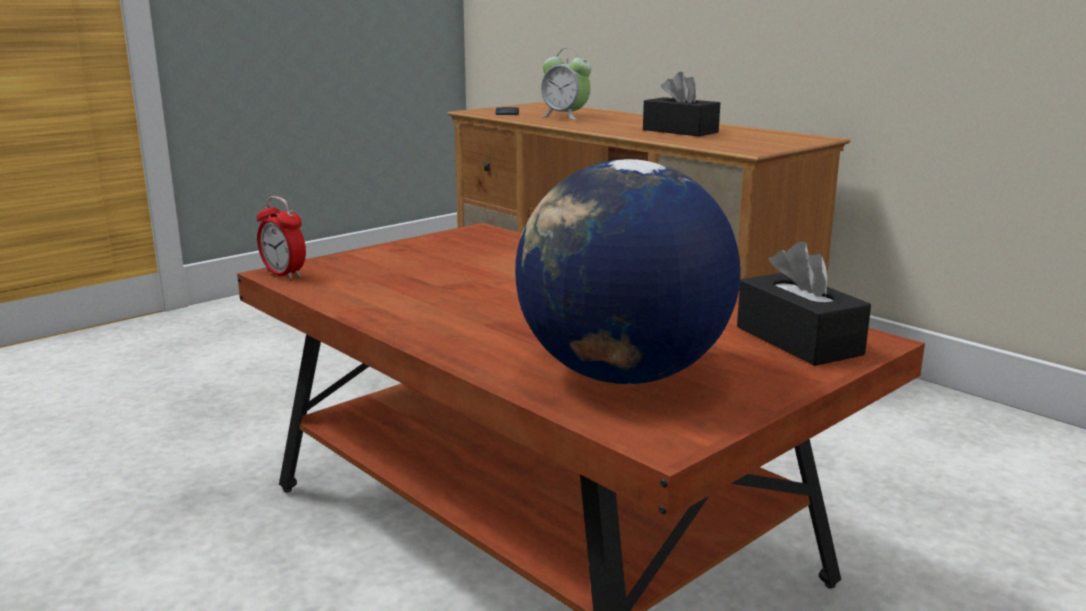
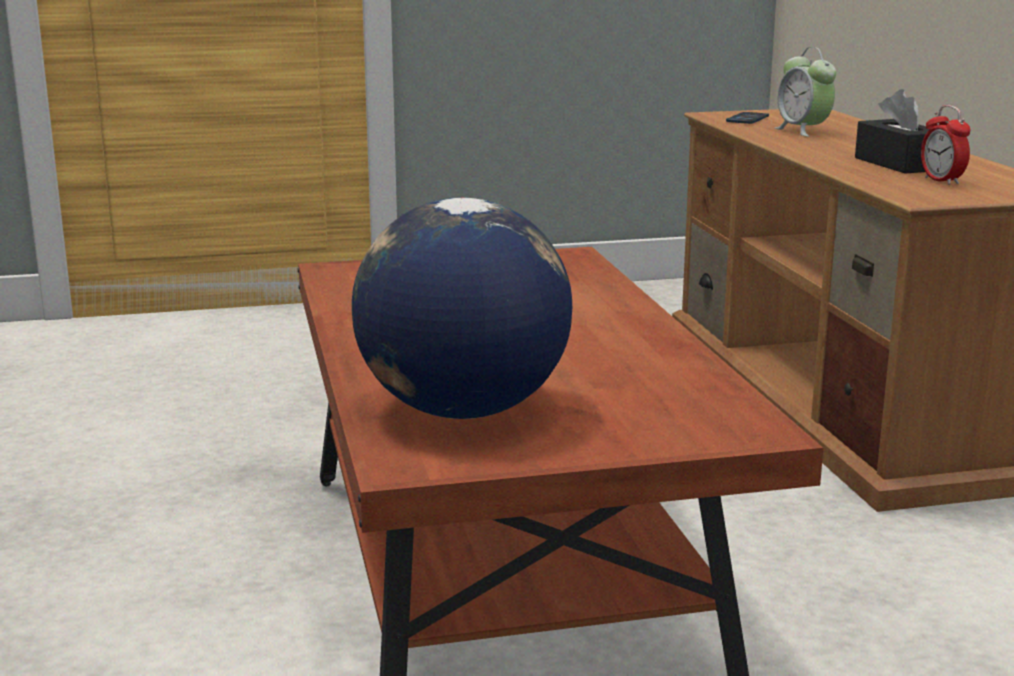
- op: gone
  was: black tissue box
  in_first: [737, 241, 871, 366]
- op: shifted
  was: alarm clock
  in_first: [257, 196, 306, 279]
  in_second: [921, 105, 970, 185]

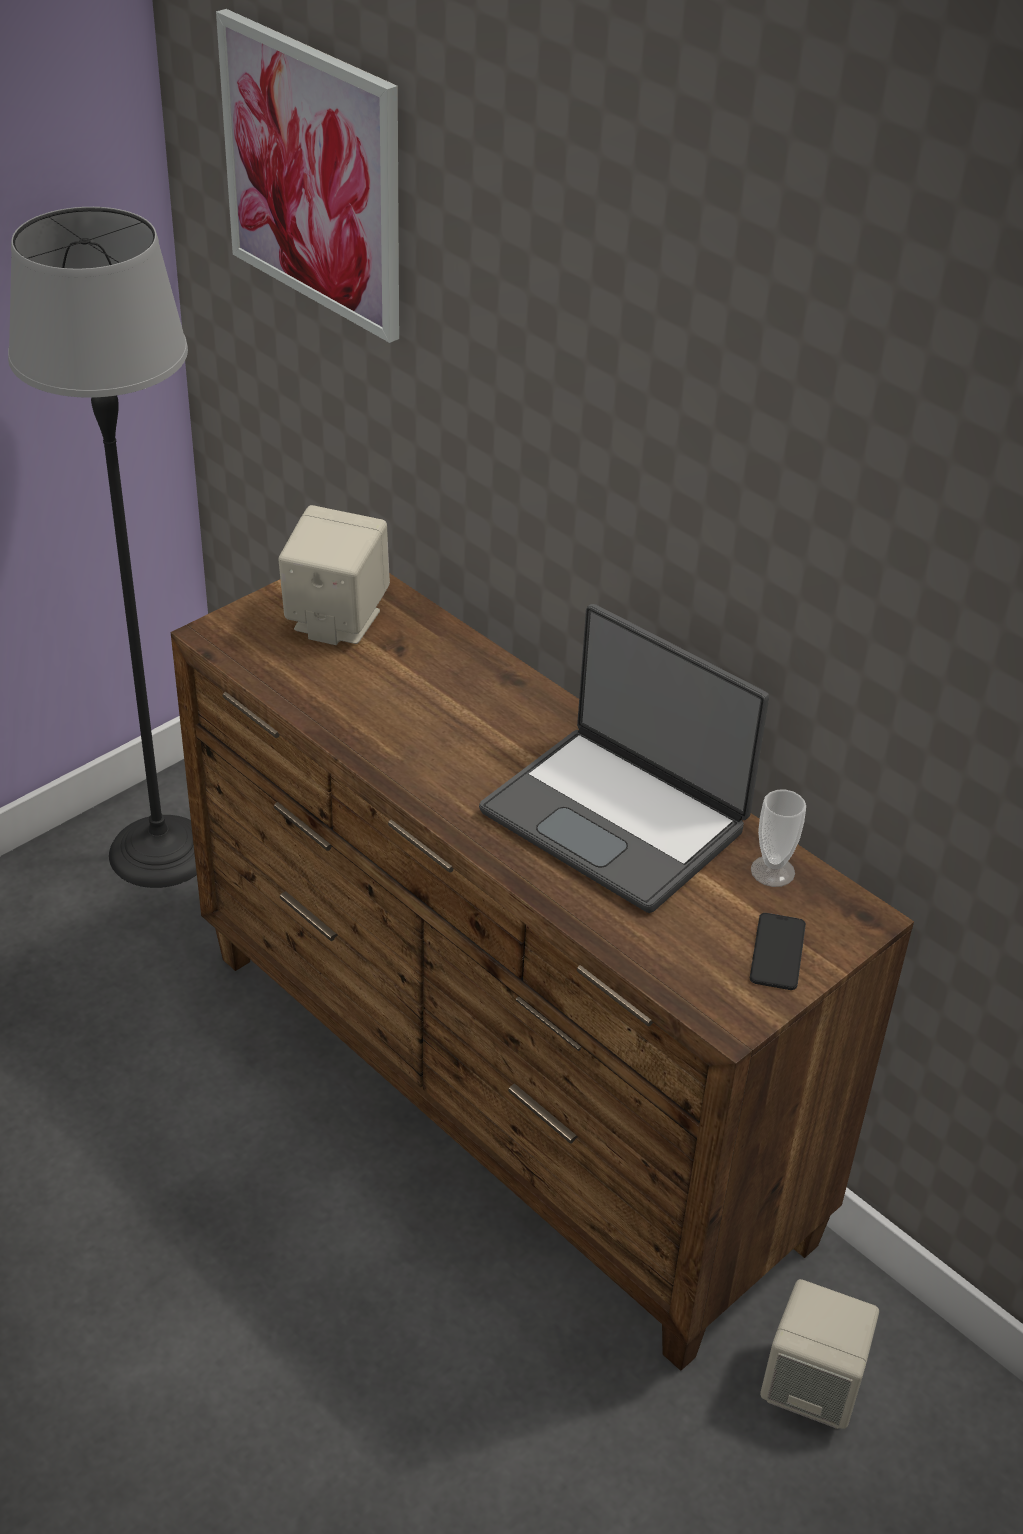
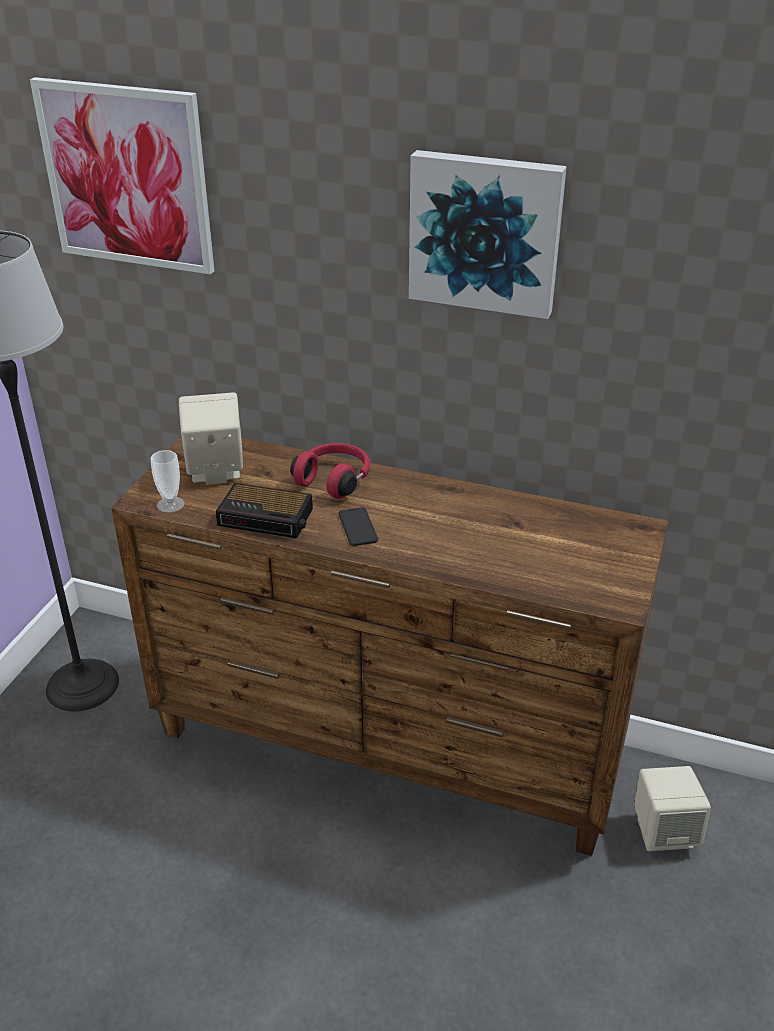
- op: gone
  was: laptop
  in_first: [479, 604, 769, 913]
- op: new
  now: alarm clock
  in_second: [216, 483, 313, 538]
- op: new
  now: red headphones
  in_second: [290, 443, 370, 499]
- op: new
  now: picture
  in_second: [409, 150, 567, 319]
- op: shifted
  was: phone
  in_first: [750, 913, 806, 990]
  in_second: [339, 507, 378, 546]
- op: shifted
  was: cup
  in_first: [751, 790, 806, 887]
  in_second: [151, 450, 185, 513]

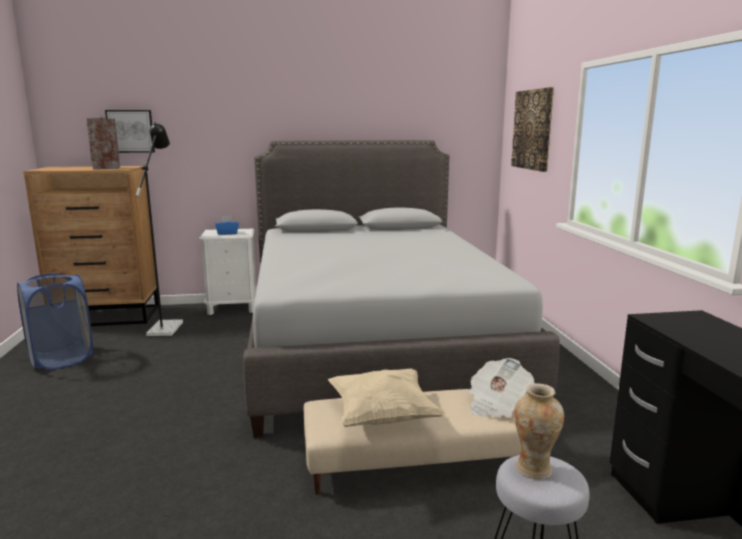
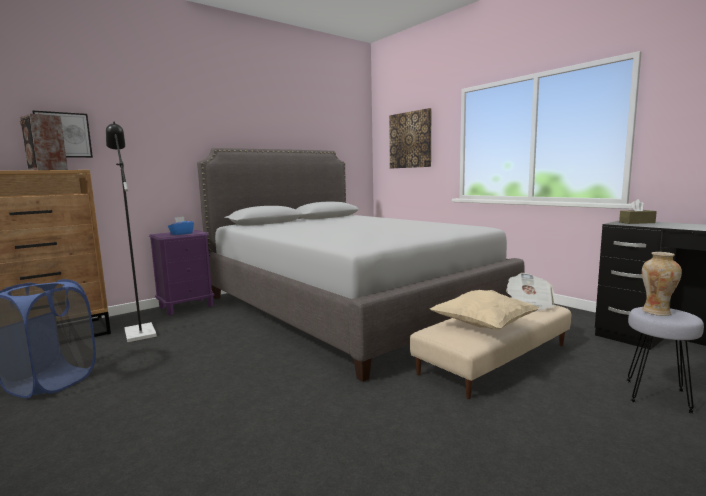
- op: new
  now: brown tissue box
  in_second: [619, 199, 657, 224]
- op: repainted
  was: white nightstand
  now: purple nightstand
  in_first: [199, 229, 256, 315]
  in_second: [149, 230, 214, 315]

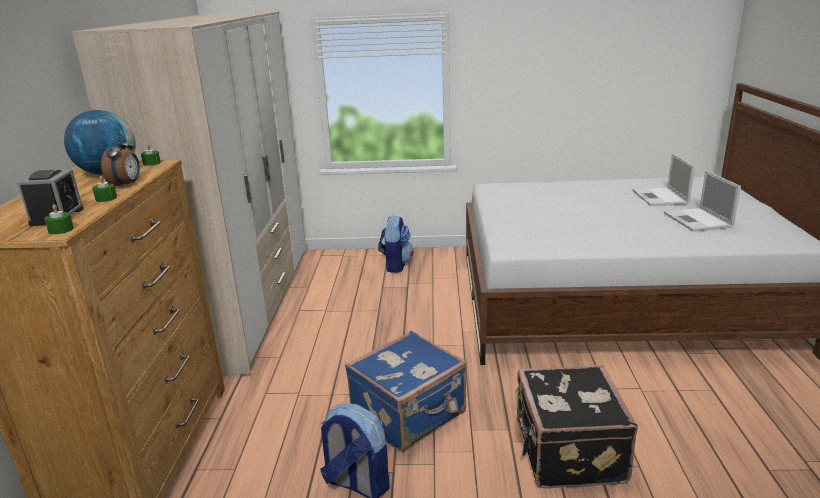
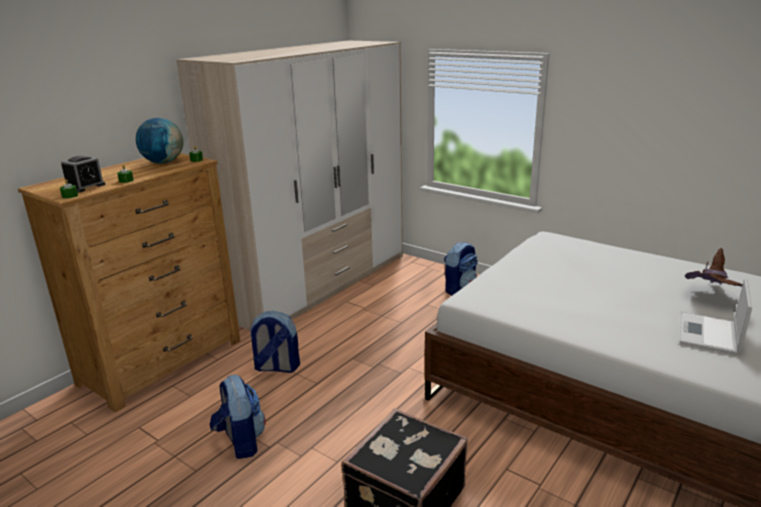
- op: gone
  was: alarm clock
  in_first: [101, 134, 140, 188]
- op: gone
  was: blue suitcase
  in_first: [345, 331, 467, 452]
- op: new
  now: backpack
  in_second: [249, 311, 300, 373]
- op: swapped
  was: laptop
  now: brown hat
  in_first: [633, 153, 695, 206]
  in_second: [685, 248, 743, 287]

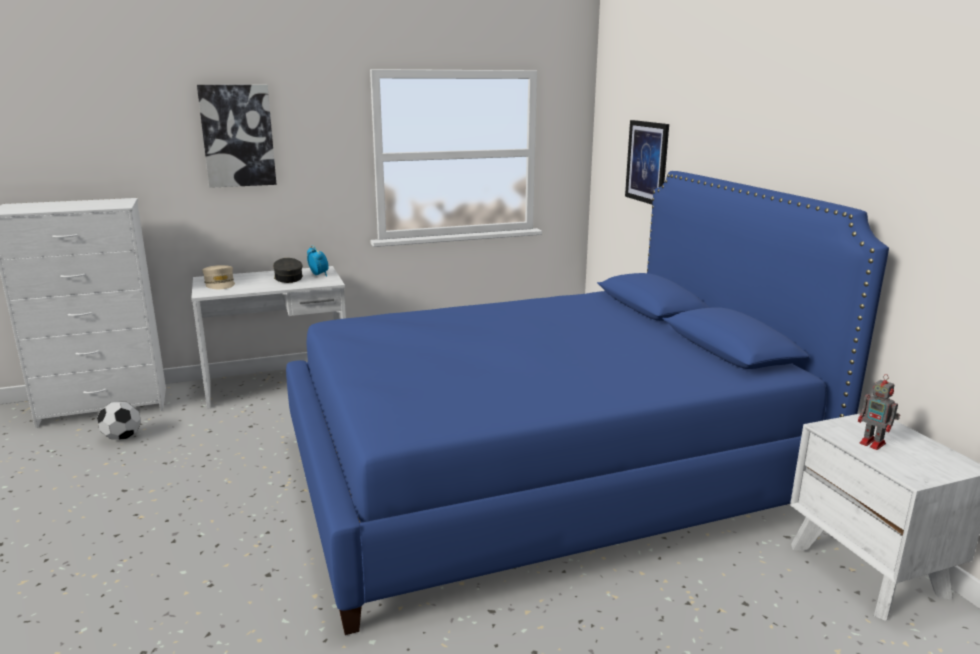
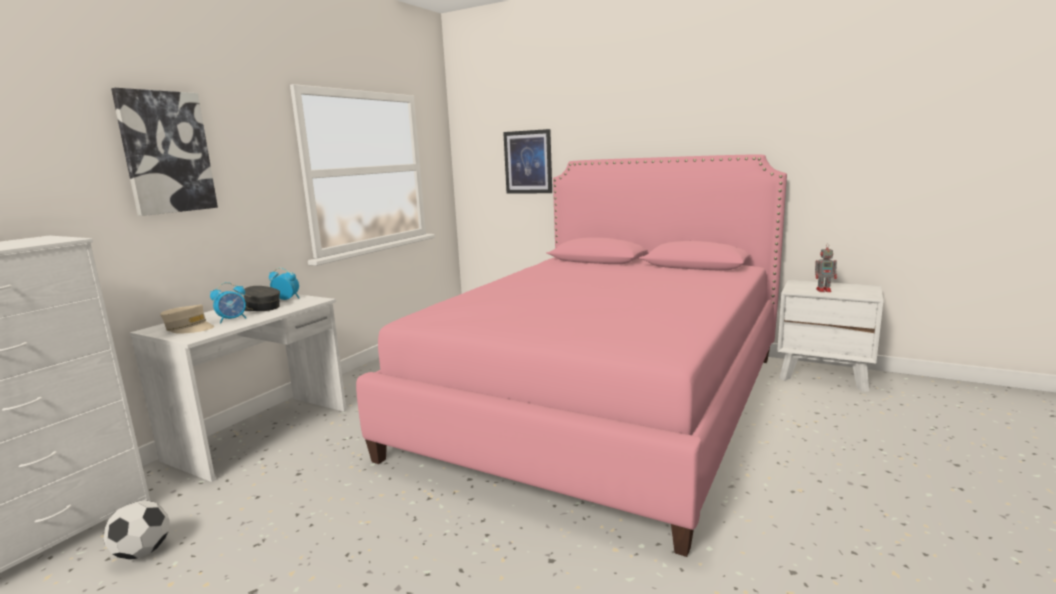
- op: new
  now: alarm clock
  in_second: [210, 282, 246, 323]
- op: repainted
  was: blue bed
  now: pink bed
  in_first: [286, 171, 889, 635]
  in_second: [356, 155, 787, 557]

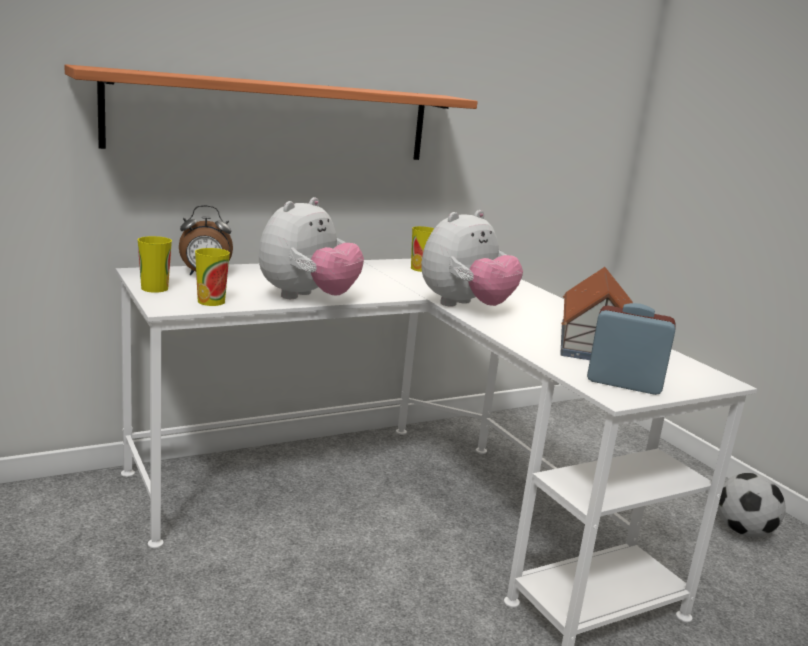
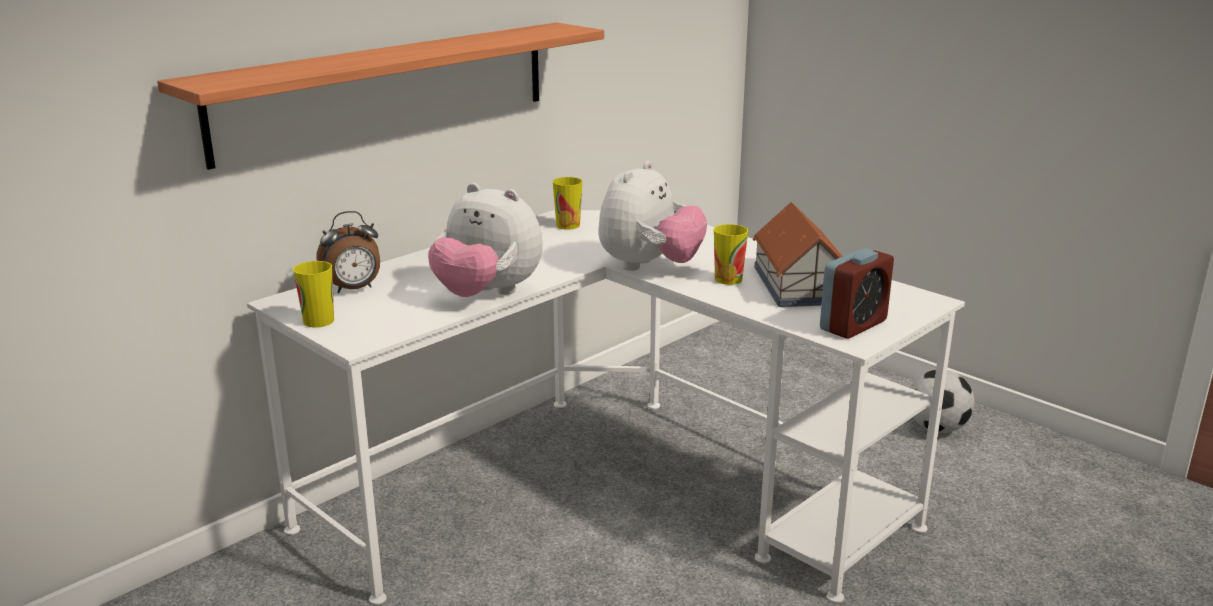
- op: shifted
  was: cup
  in_first: [195, 248, 230, 306]
  in_second: [714, 224, 748, 285]
- op: rotated
  was: plush toy
  in_first: [259, 197, 364, 299]
  in_second: [428, 183, 543, 297]
  clockwise: 105
- op: rotated
  was: alarm clock
  in_first: [587, 303, 676, 395]
  in_second: [820, 248, 894, 339]
  clockwise: 135

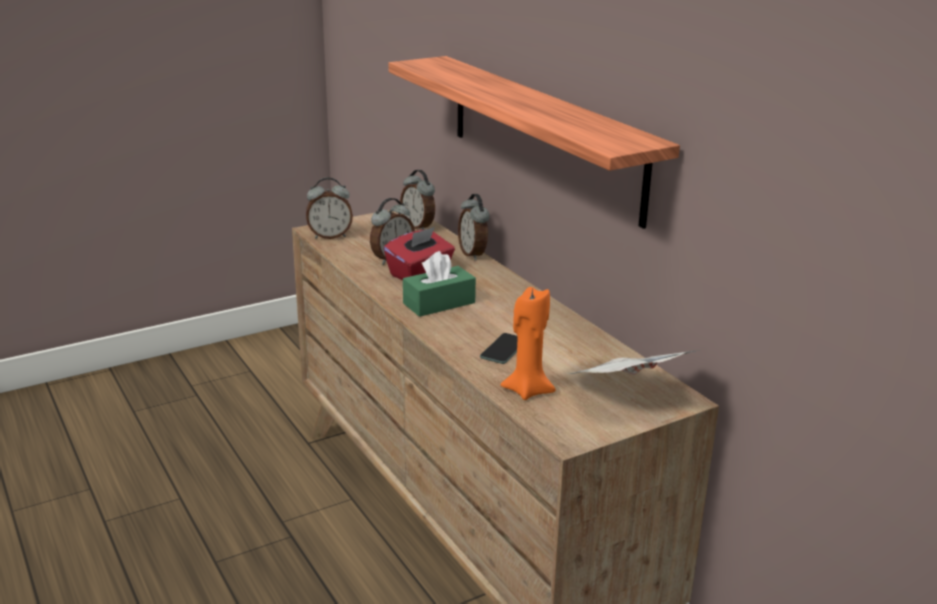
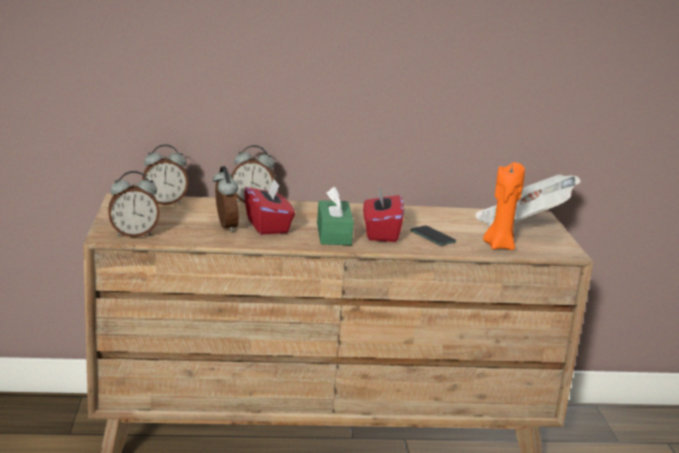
- op: gone
  was: shelf
  in_first: [388, 56, 680, 229]
- op: new
  now: red tissue box
  in_second: [363, 185, 404, 242]
- op: rotated
  was: alarm clock
  in_first: [306, 177, 353, 239]
  in_second: [108, 171, 160, 237]
  clockwise: 60

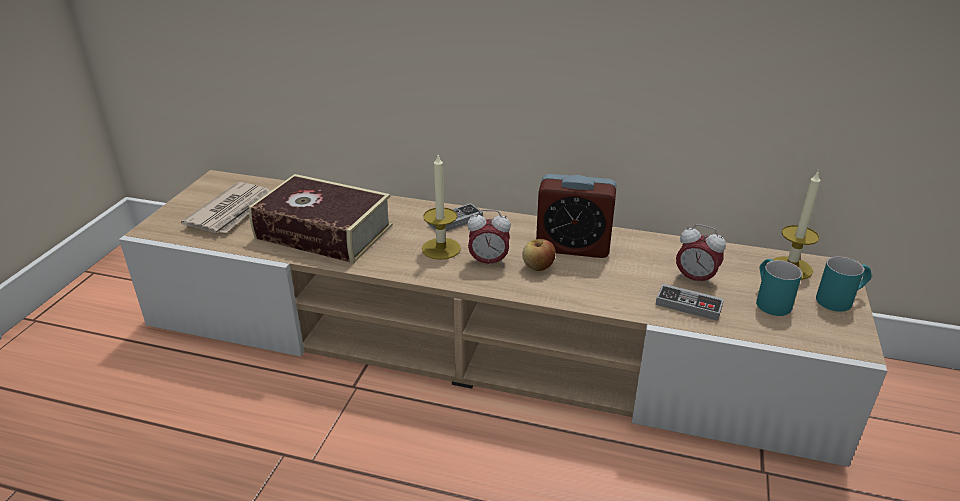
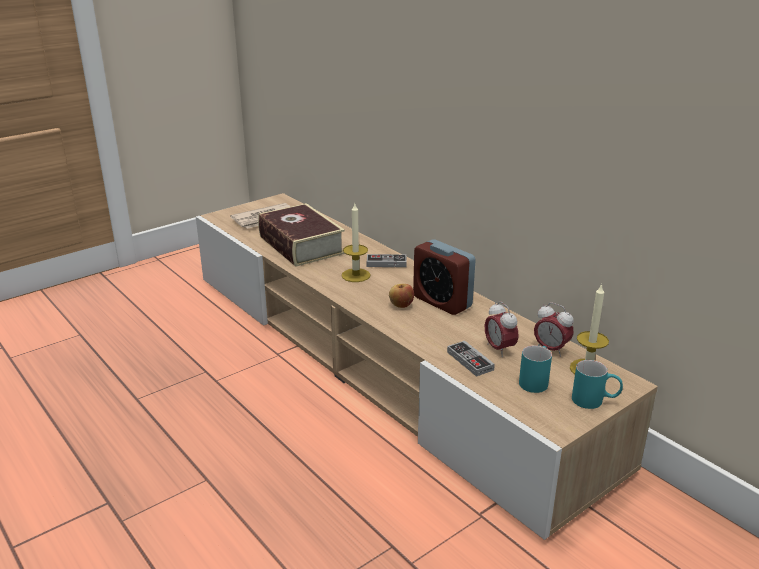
- op: shifted
  was: alarm clock
  in_first: [467, 210, 511, 267]
  in_second: [534, 303, 574, 357]

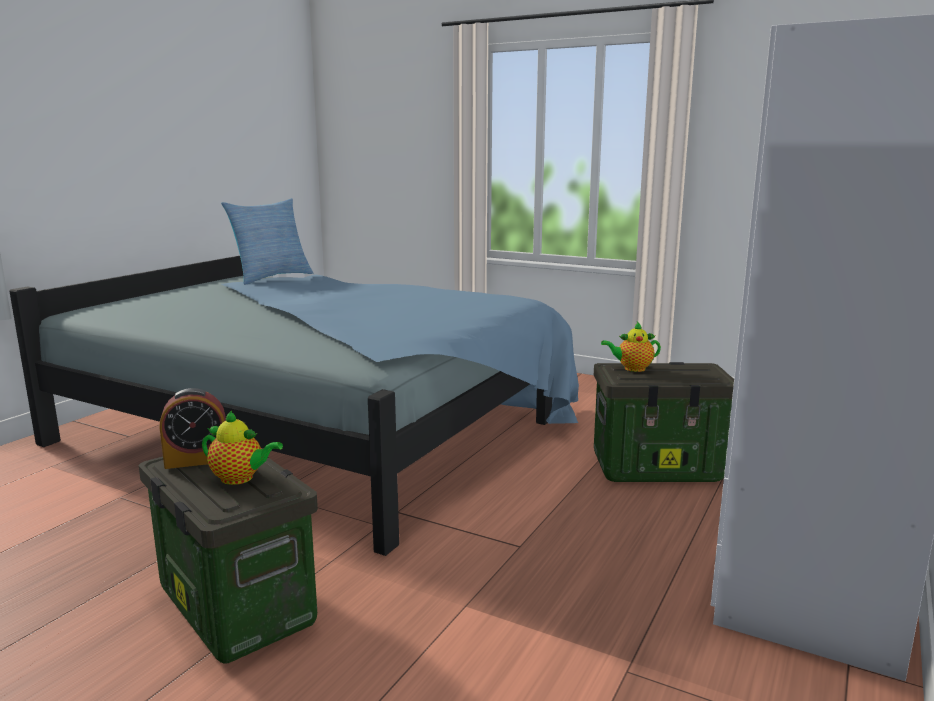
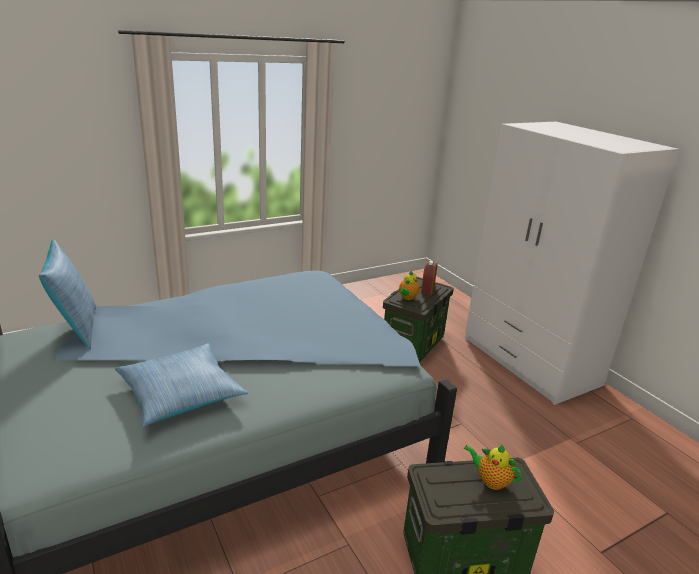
- op: new
  now: pillow
  in_second: [115, 343, 248, 427]
- op: shifted
  was: alarm clock
  in_first: [160, 388, 226, 469]
  in_second: [421, 260, 437, 296]
- op: rotated
  was: teapot
  in_first: [202, 411, 283, 485]
  in_second: [464, 444, 522, 490]
  clockwise: -105

